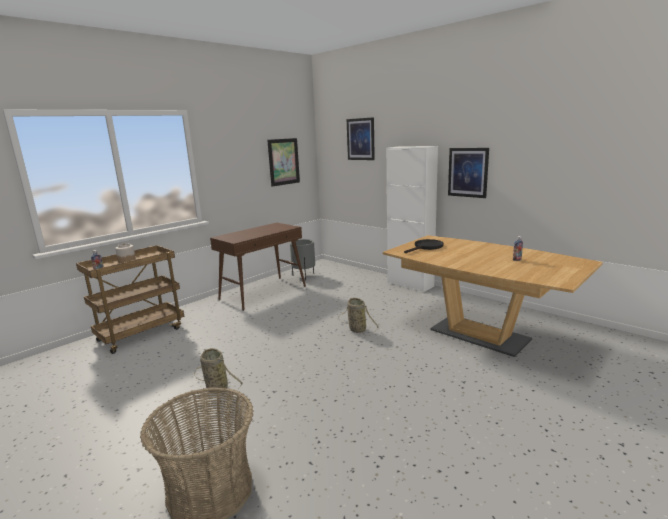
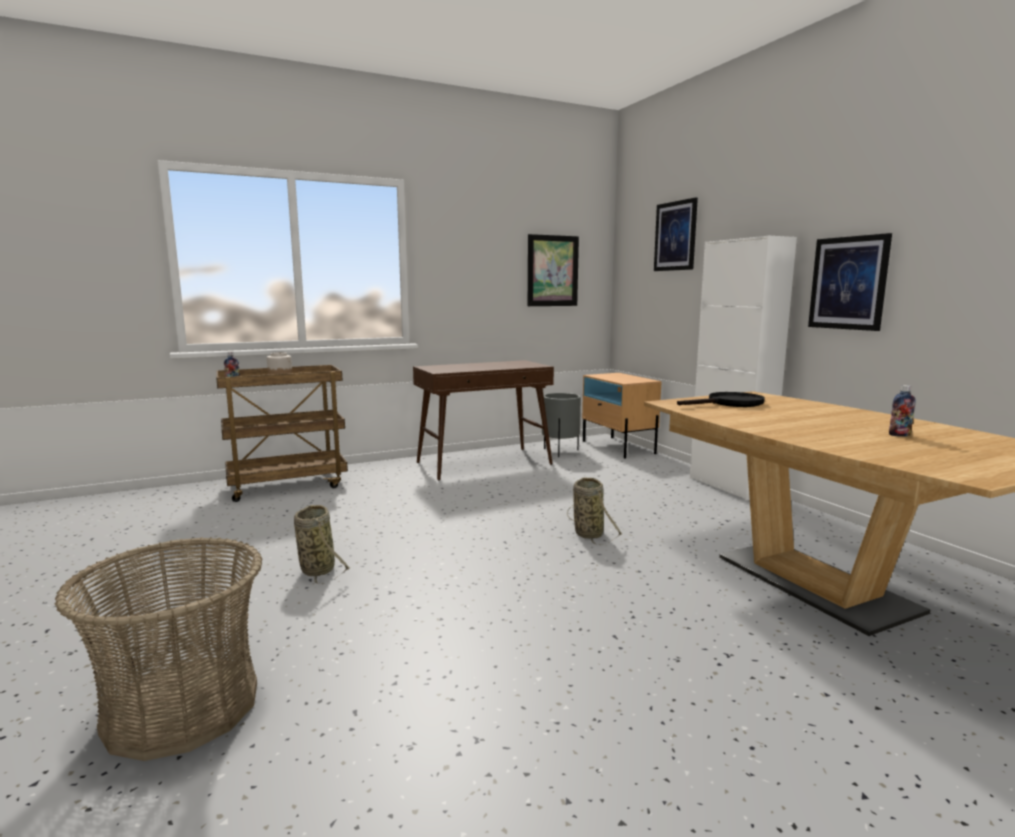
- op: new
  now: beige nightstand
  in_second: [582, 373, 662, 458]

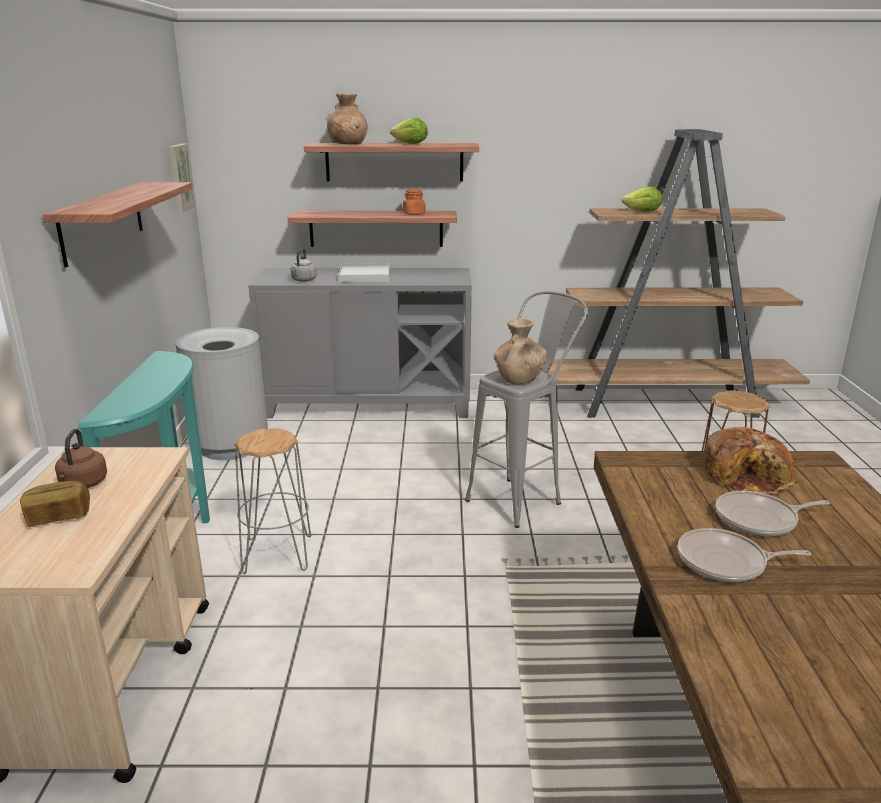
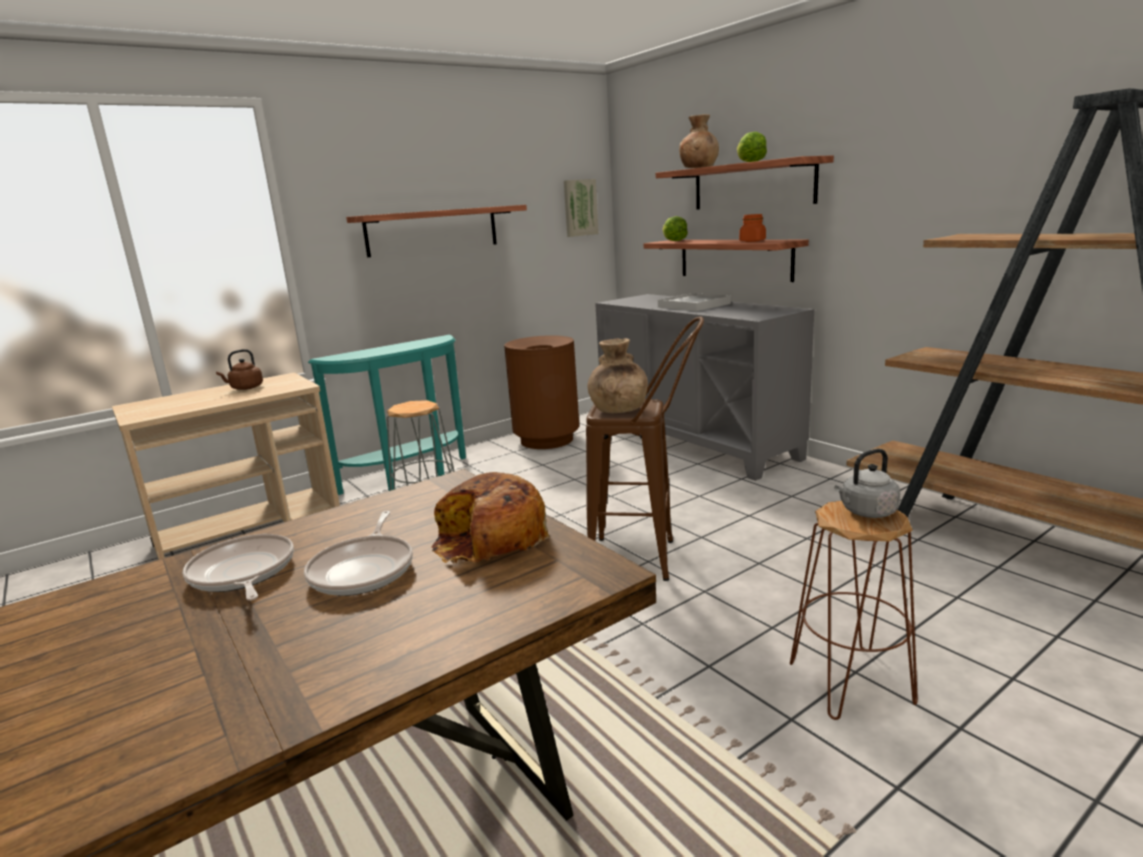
- op: gone
  was: bread
  in_first: [20, 481, 90, 527]
- op: shifted
  was: grey kettle
  in_first: [291, 248, 317, 282]
  in_second: [834, 449, 900, 518]
- op: shifted
  was: lettuce
  in_first: [622, 187, 662, 212]
  in_second: [663, 216, 688, 241]
- op: repainted
  was: grey trash can
  now: brown trash can
  in_first: [176, 327, 268, 460]
  in_second: [504, 335, 579, 449]
- op: repainted
  was: grey stool
  now: brown stool
  in_first: [465, 291, 588, 528]
  in_second: [586, 316, 704, 581]
- op: rotated
  was: frying pan
  in_first: [716, 491, 830, 536]
  in_second: [304, 511, 413, 596]
  clockwise: -135

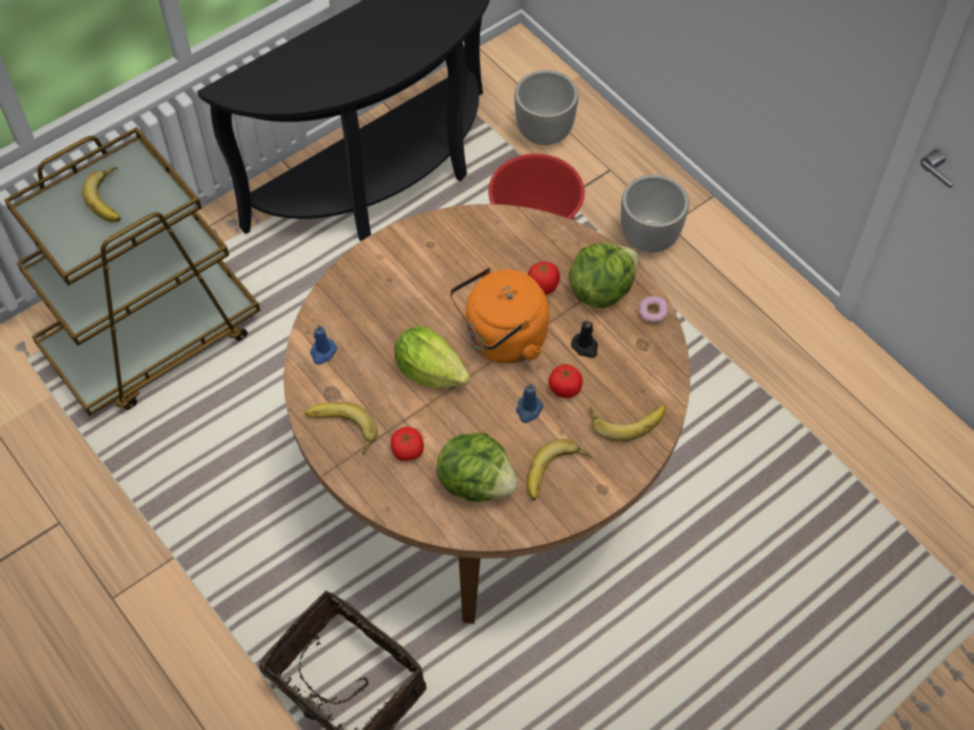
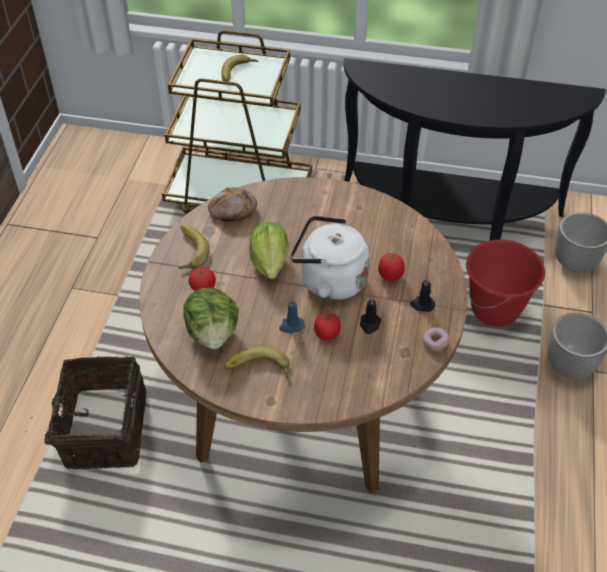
- op: gone
  was: banana
  in_first: [589, 405, 666, 441]
- op: swapped
  was: blue candle
  now: bread
  in_first: [310, 324, 337, 365]
  in_second: [208, 187, 257, 222]
- op: swapped
  was: lettuce
  now: black candle
  in_first: [569, 243, 639, 308]
  in_second: [410, 277, 435, 312]
- op: repainted
  was: orange kettle
  now: white kettle
  in_first: [450, 268, 549, 364]
  in_second: [290, 216, 369, 300]

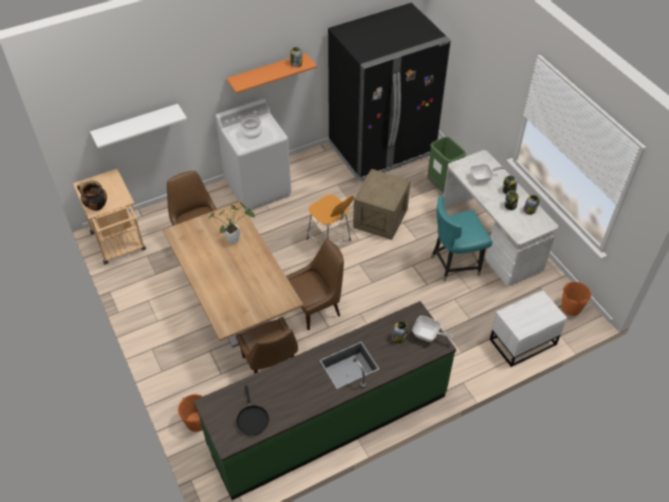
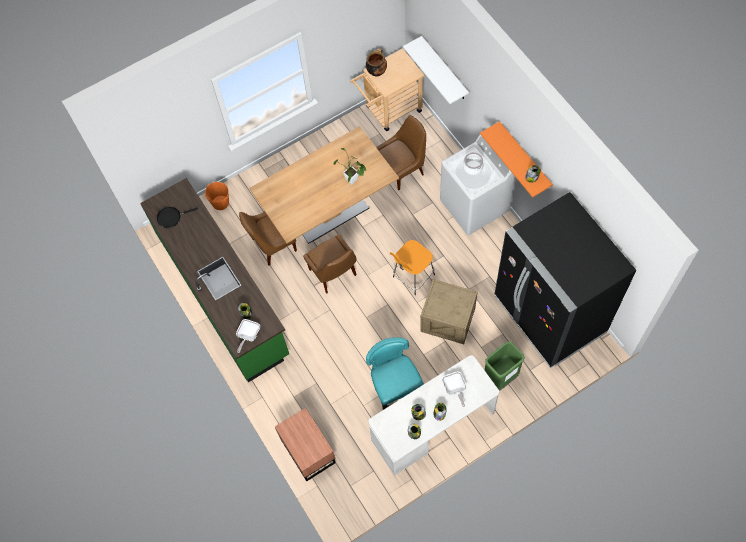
- op: gone
  was: orange bucket
  in_first: [561, 282, 591, 316]
- op: repainted
  was: white nightstand
  now: brown nightstand
  in_first: [490, 290, 567, 367]
  in_second: [275, 408, 335, 481]

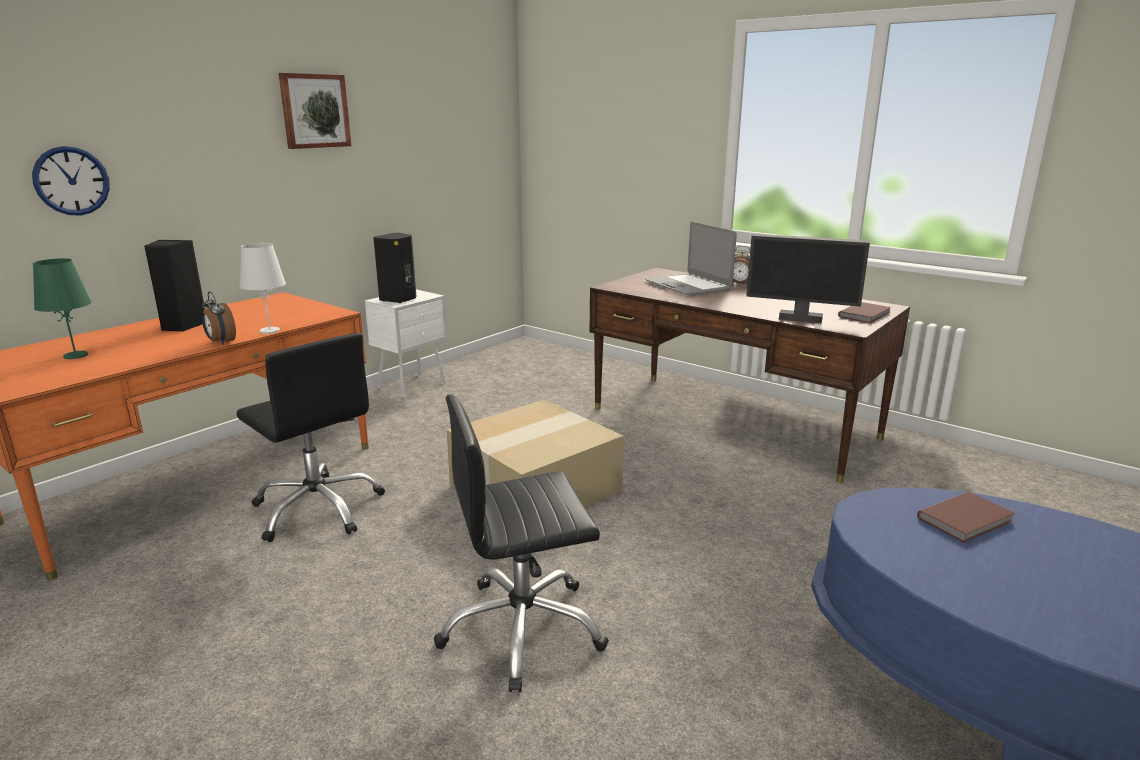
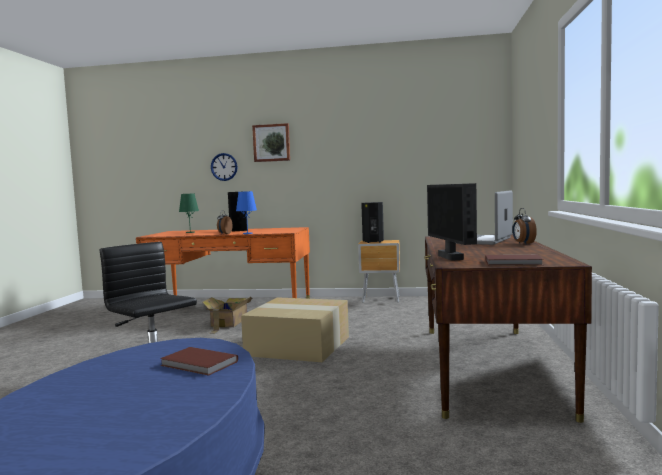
- op: shifted
  was: picture
  in_first: [279, 73, 351, 149]
  in_second: [252, 123, 290, 162]
- op: swapped
  was: black office chair
  now: cardboard box
  in_first: [236, 333, 385, 542]
  in_second: [202, 297, 252, 334]
- op: repainted
  was: white table lamp
  now: blue table lamp
  in_first: [239, 243, 286, 334]
  in_second: [236, 191, 257, 234]
- op: repainted
  was: white nightstand
  now: brown nightstand
  in_first: [365, 289, 447, 398]
  in_second: [358, 240, 400, 303]

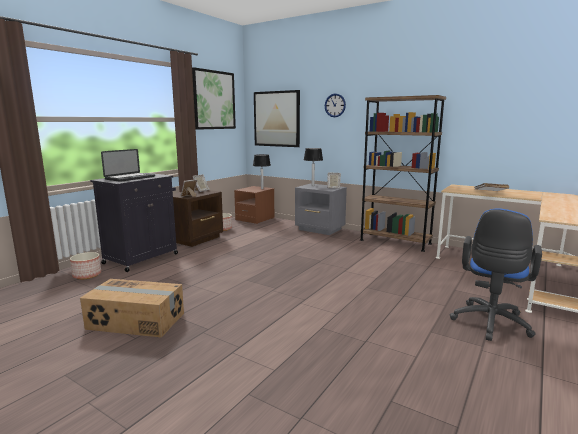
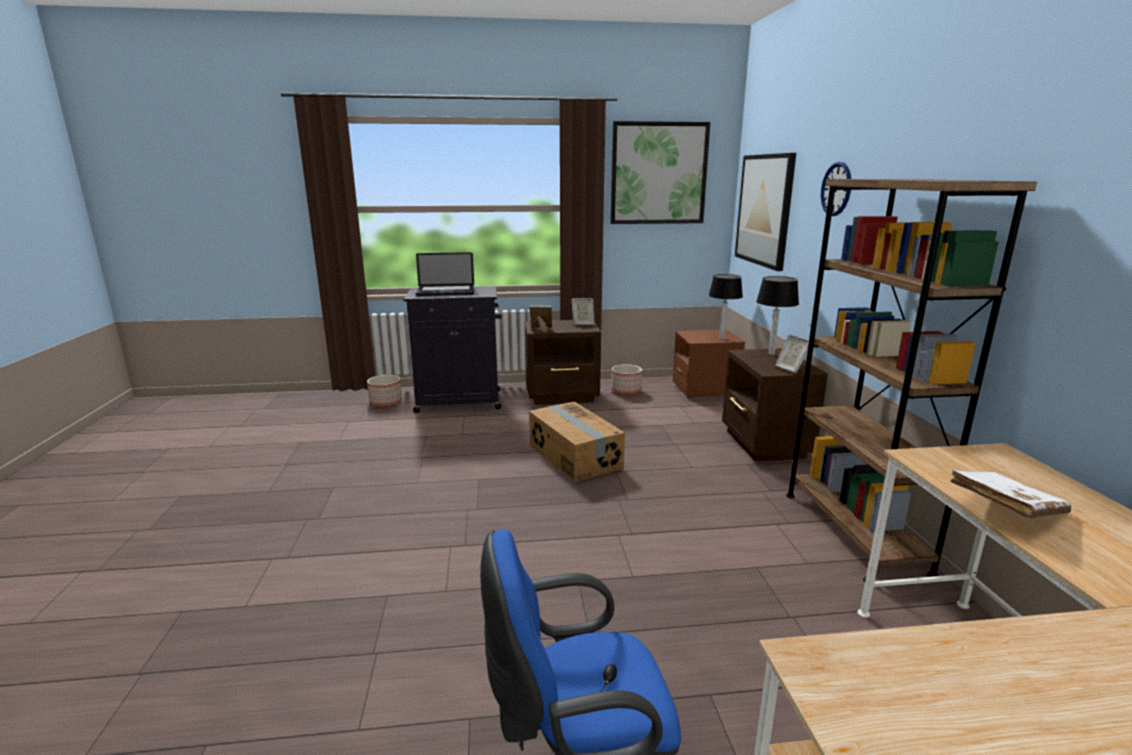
- op: shifted
  was: cardboard box
  in_first: [80, 279, 184, 338]
  in_second: [529, 402, 625, 482]
- op: repainted
  was: grey nightstand
  now: brown nightstand
  in_first: [295, 183, 347, 235]
  in_second: [722, 348, 828, 462]

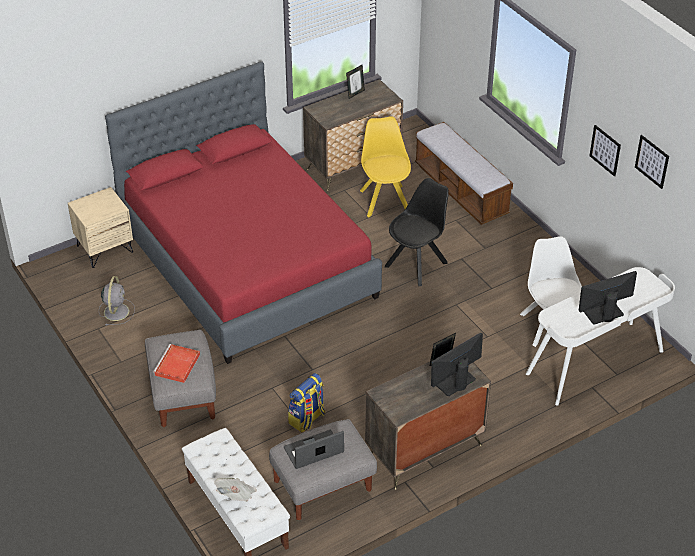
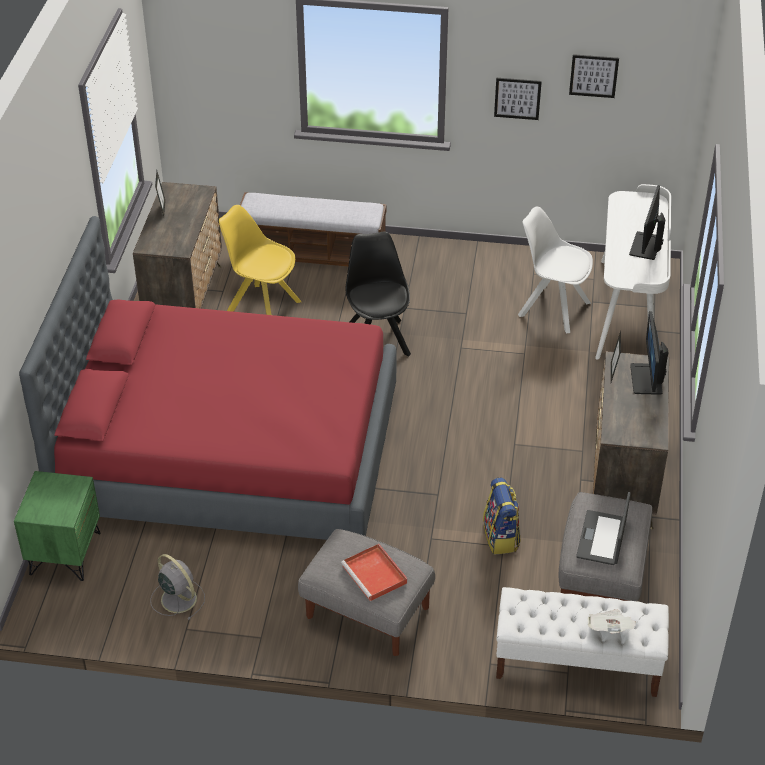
- op: repainted
  was: beige nightstand
  now: green nightstand
  in_first: [68, 187, 133, 268]
  in_second: [14, 471, 100, 581]

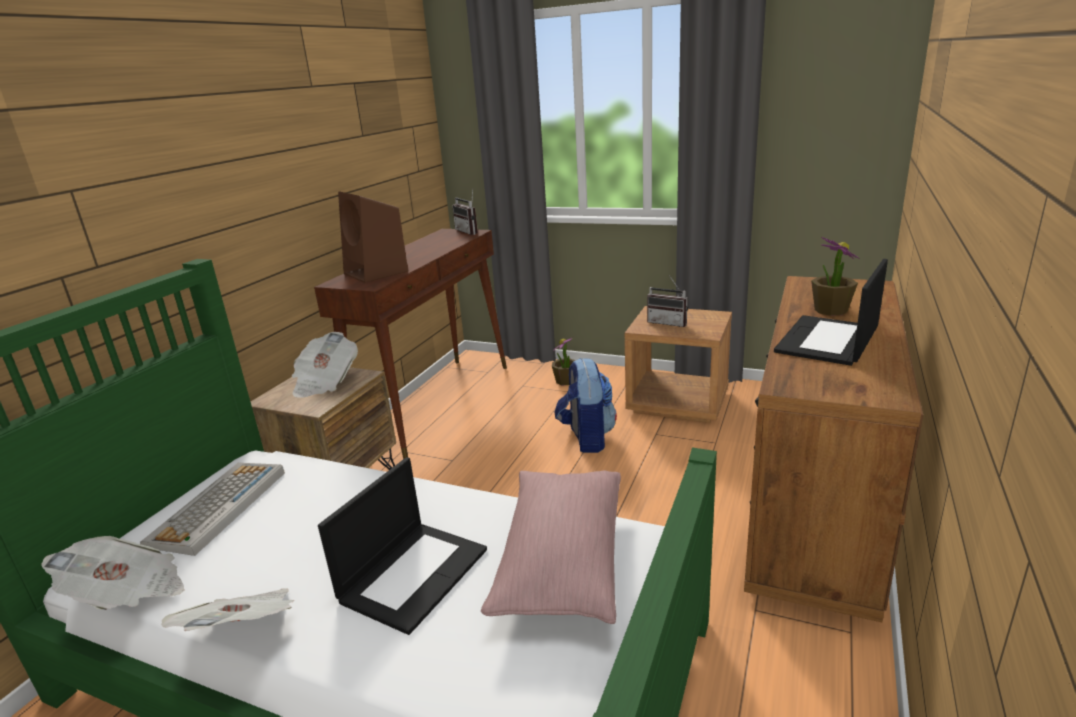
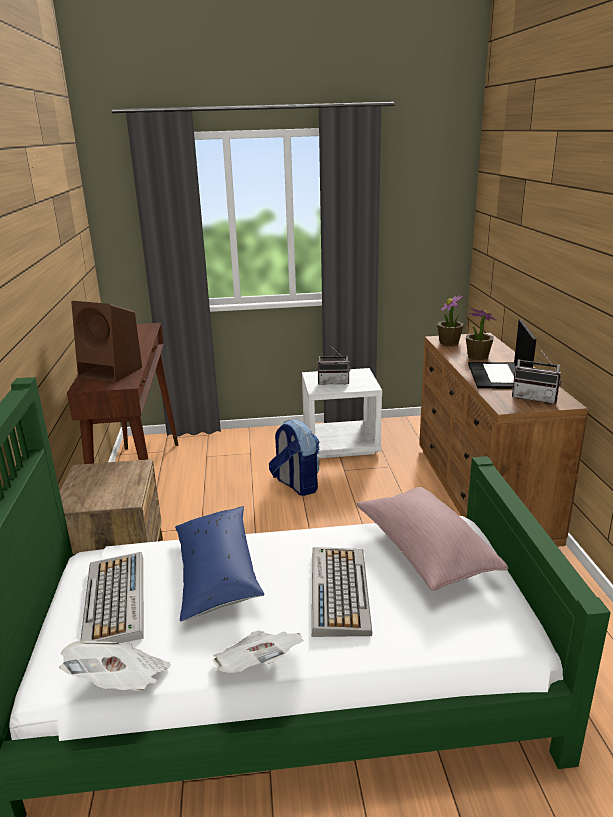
- op: gone
  was: newspaper
  in_first: [291, 332, 358, 398]
- op: new
  now: blue pillow
  in_second: [175, 506, 264, 621]
- op: shifted
  was: radio
  in_first: [452, 188, 478, 235]
  in_second: [512, 347, 561, 404]
- op: shifted
  was: potted plant
  in_first: [552, 336, 575, 385]
  in_second: [437, 295, 464, 346]
- op: swapped
  was: laptop
  now: keyboard
  in_first: [318, 457, 487, 635]
  in_second: [312, 547, 372, 637]
- op: repainted
  was: brown nightstand
  now: white nightstand
  in_first: [625, 306, 732, 423]
  in_second: [302, 368, 382, 458]

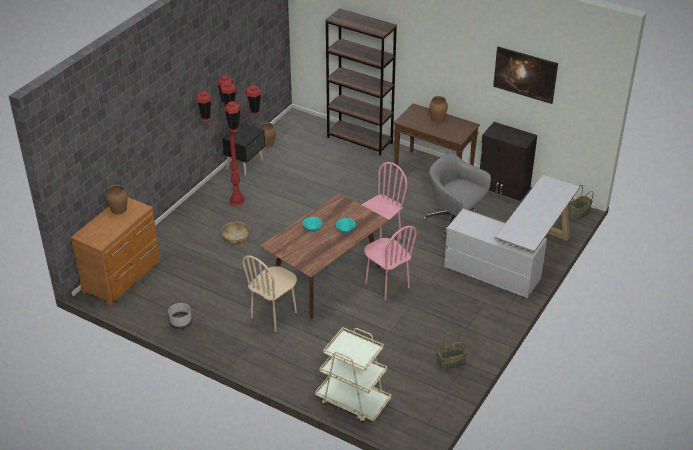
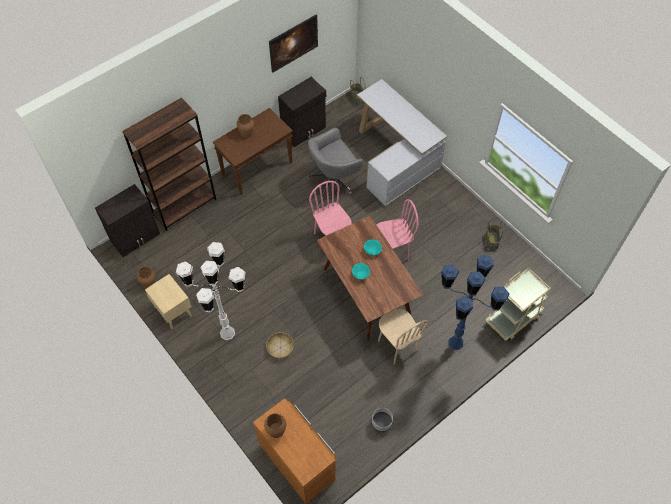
- op: new
  now: black cabinet
  in_second: [95, 184, 160, 257]
- op: new
  now: blue floor lamp
  in_second: [441, 254, 509, 350]
- op: repainted
  was: red floor lamp
  now: white floor lamp
  in_first: [196, 75, 261, 206]
  in_second: [176, 242, 246, 340]
- op: repainted
  was: black nightstand
  now: beige nightstand
  in_first: [222, 123, 265, 176]
  in_second: [145, 274, 192, 329]

